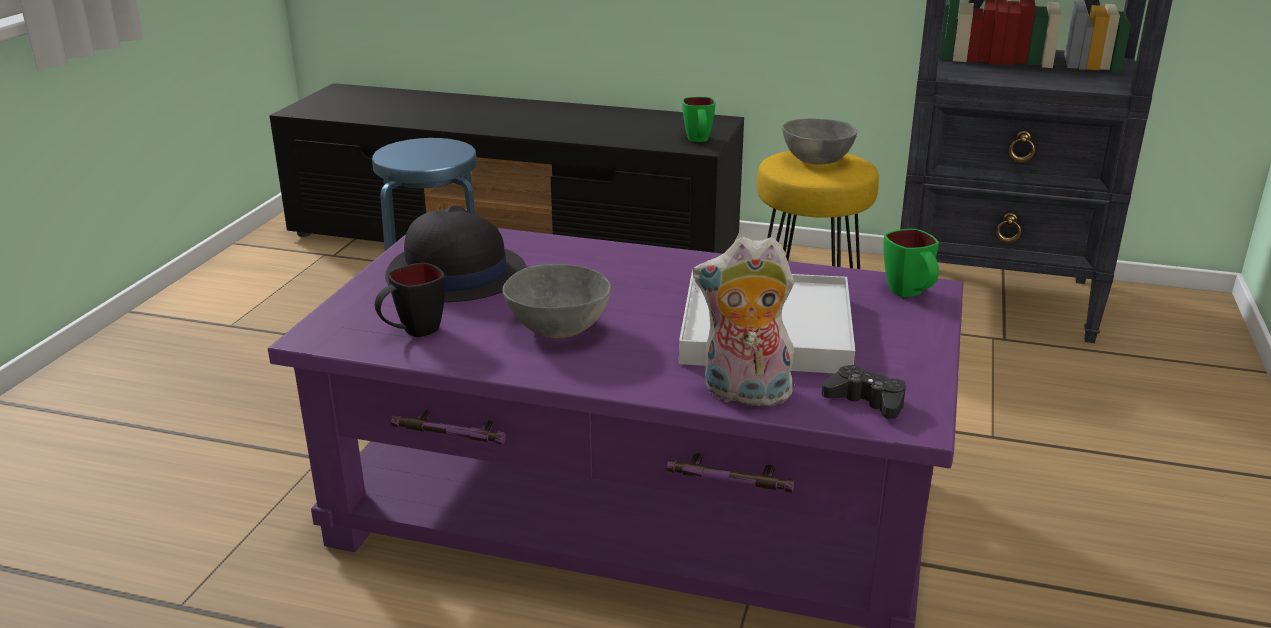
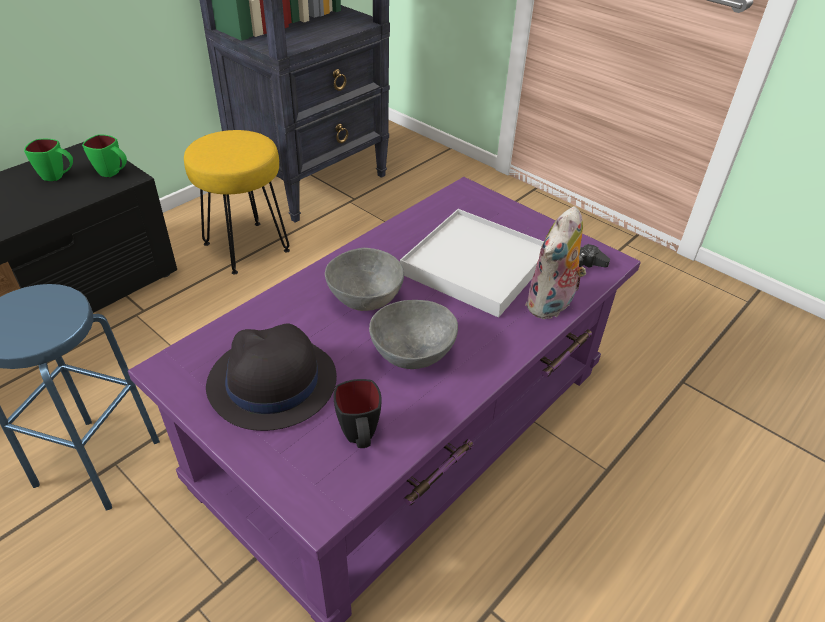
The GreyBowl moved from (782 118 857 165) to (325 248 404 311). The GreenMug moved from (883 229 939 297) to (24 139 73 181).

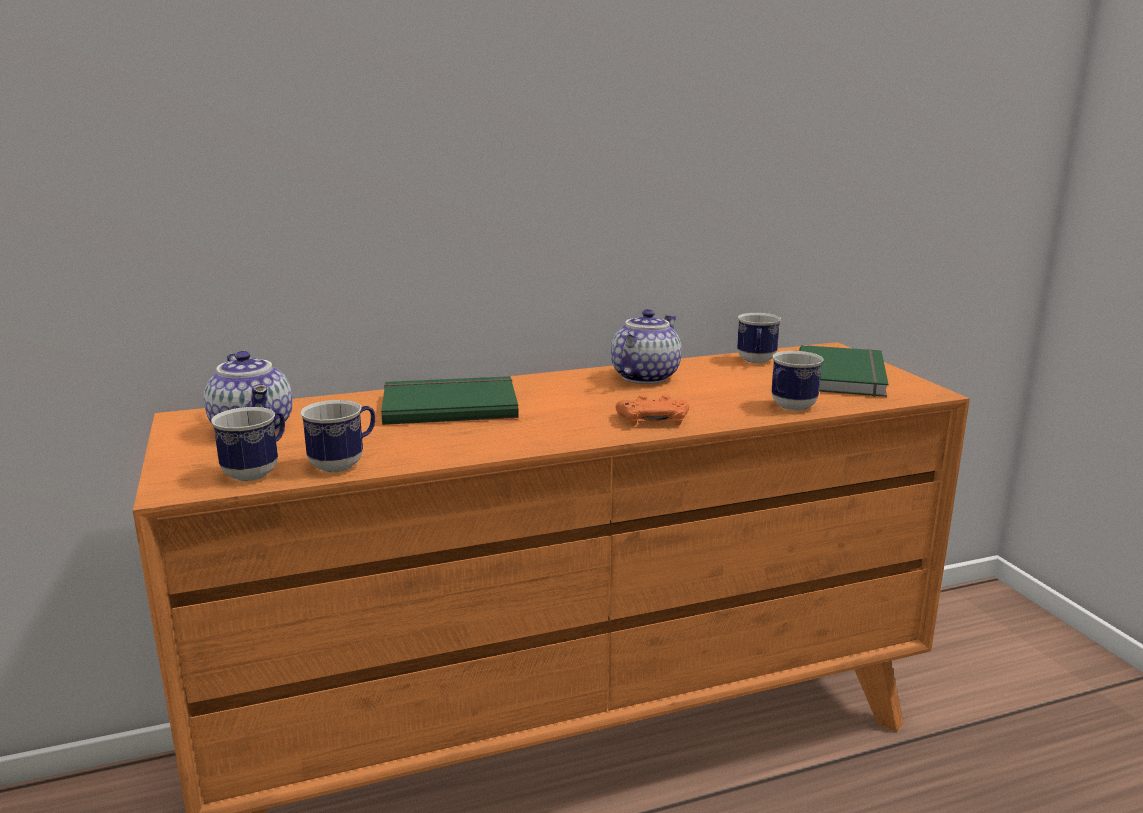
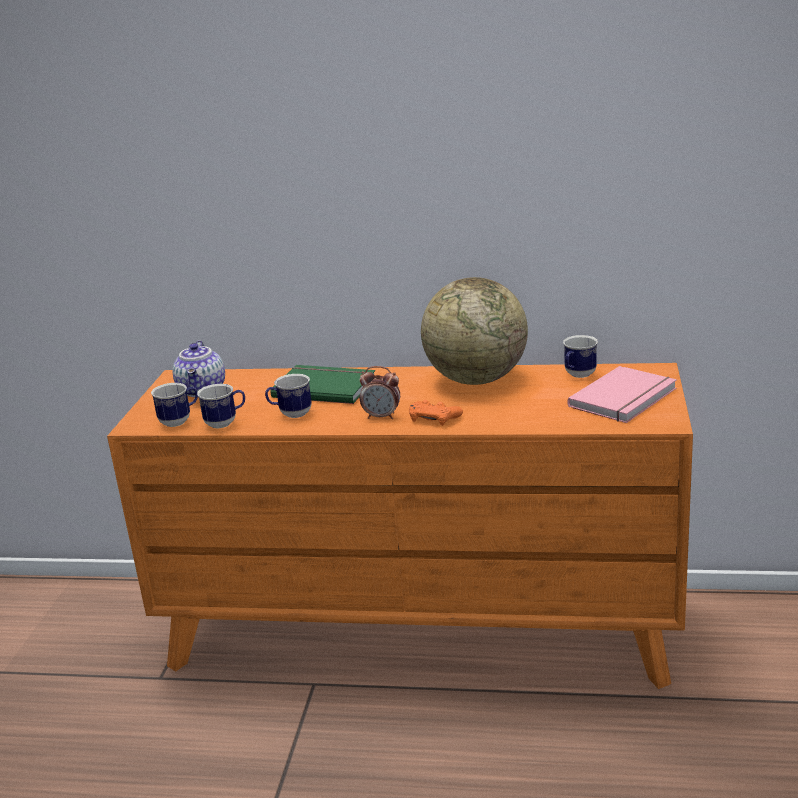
The Teapot at (611 309 682 384) was replaced by the Globe at (421 277 528 385). The Mug moved from (771 351 824 411) to (265 374 312 418). The GreenBook at (799 345 888 397) became the PinkBook at (567 366 677 423). The AlarmClock at (360 366 400 419) appeared.

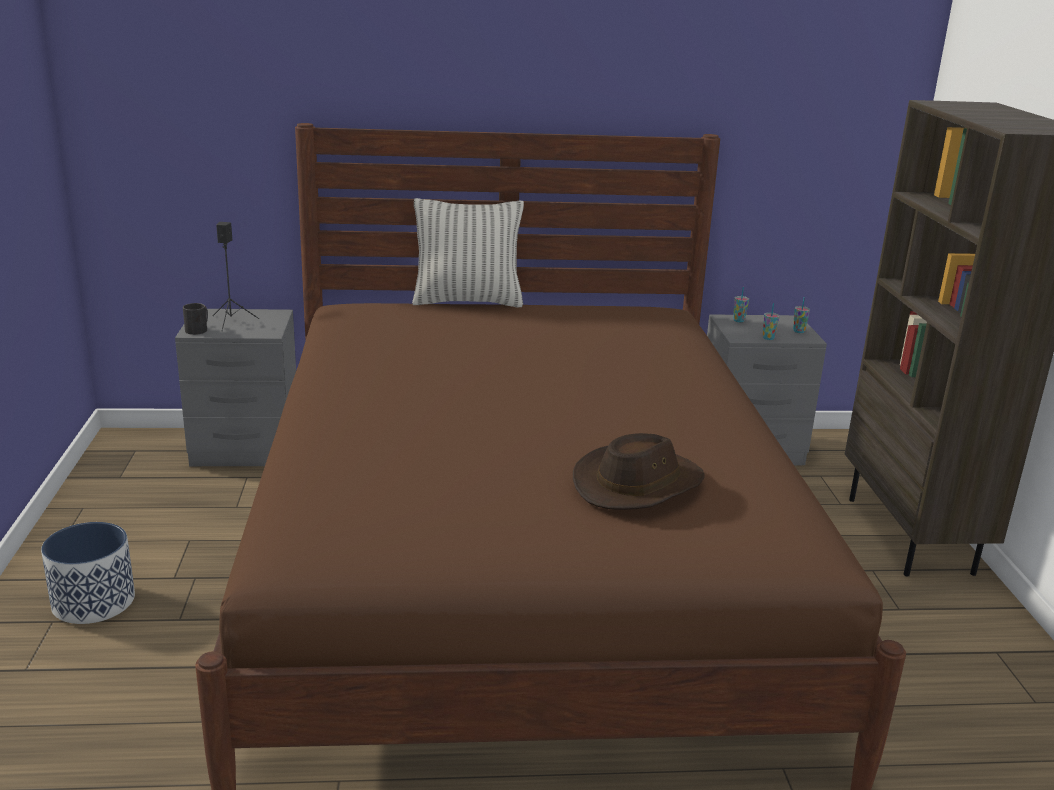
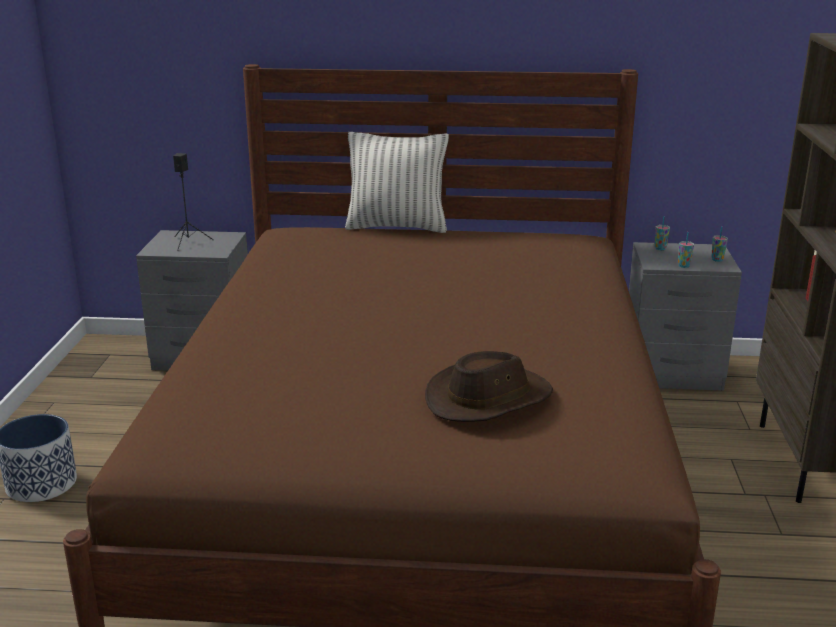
The BlackMug at (183 303 208 335) disappeared.

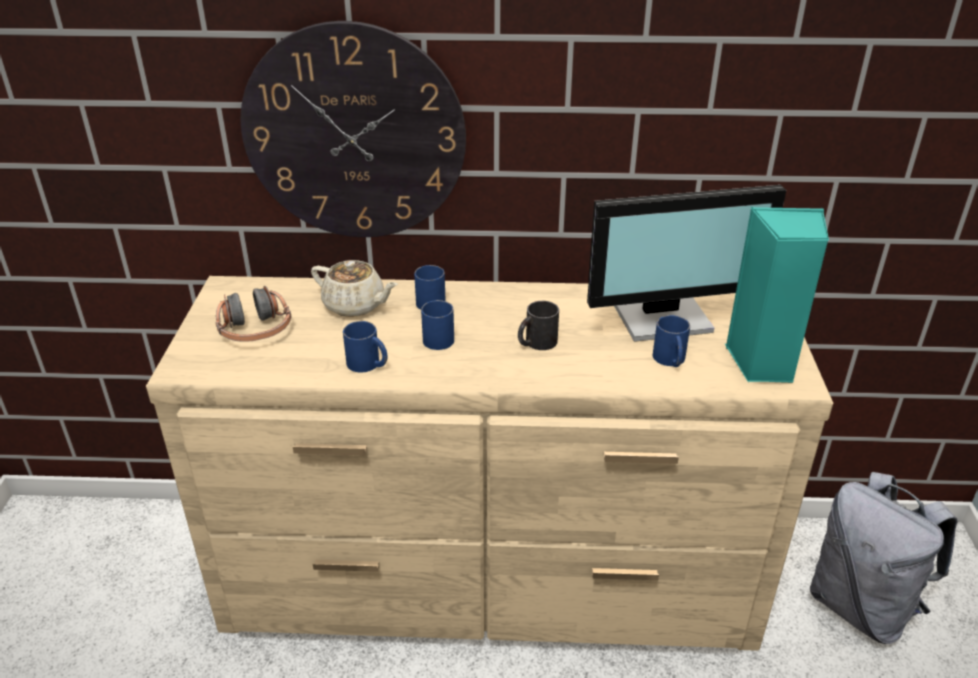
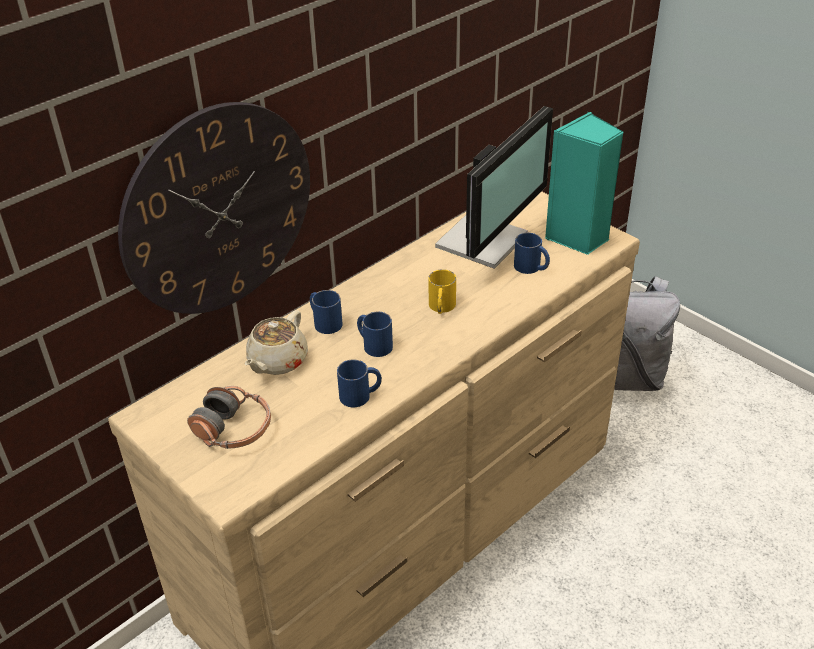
The BeigeTeapot at (311 260 398 317) turned 135 degrees clockwise. The BlackMug at (518 301 559 350) became the YellowMug at (429 269 456 314).

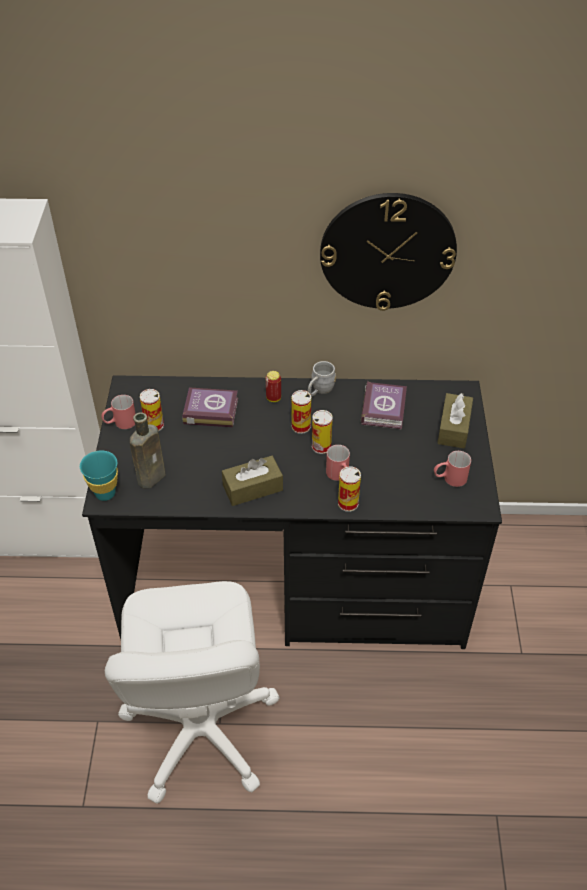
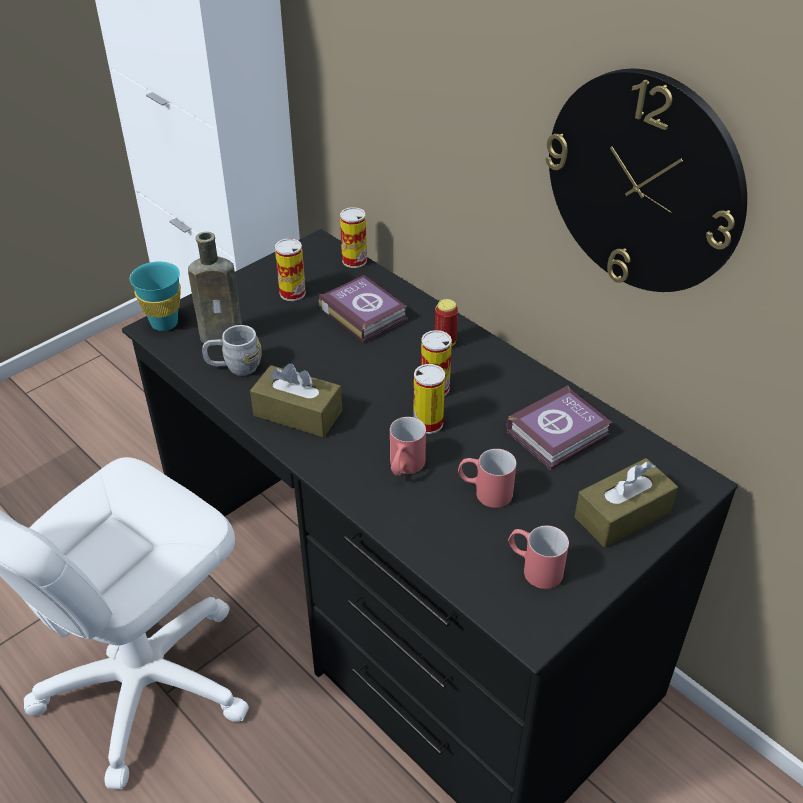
The RedMug moved from (101 395 136 429) to (458 449 516 508). The GreyMug moved from (308 361 336 396) to (202 325 261 376). The Can moved from (338 466 361 512) to (340 207 367 268).

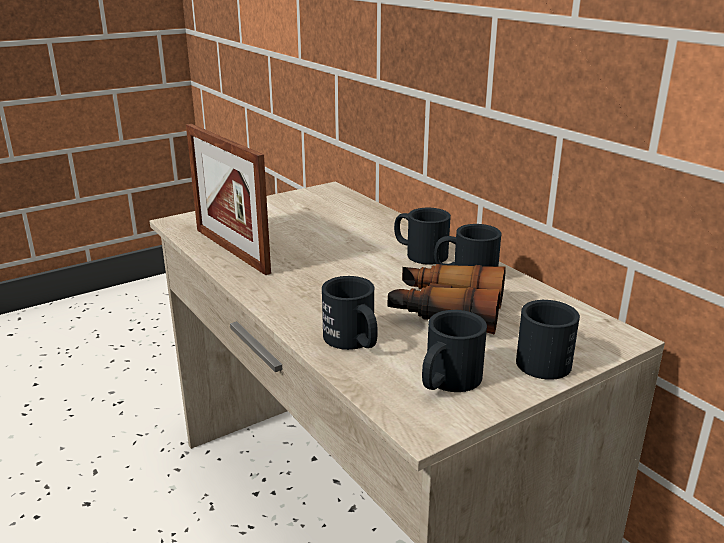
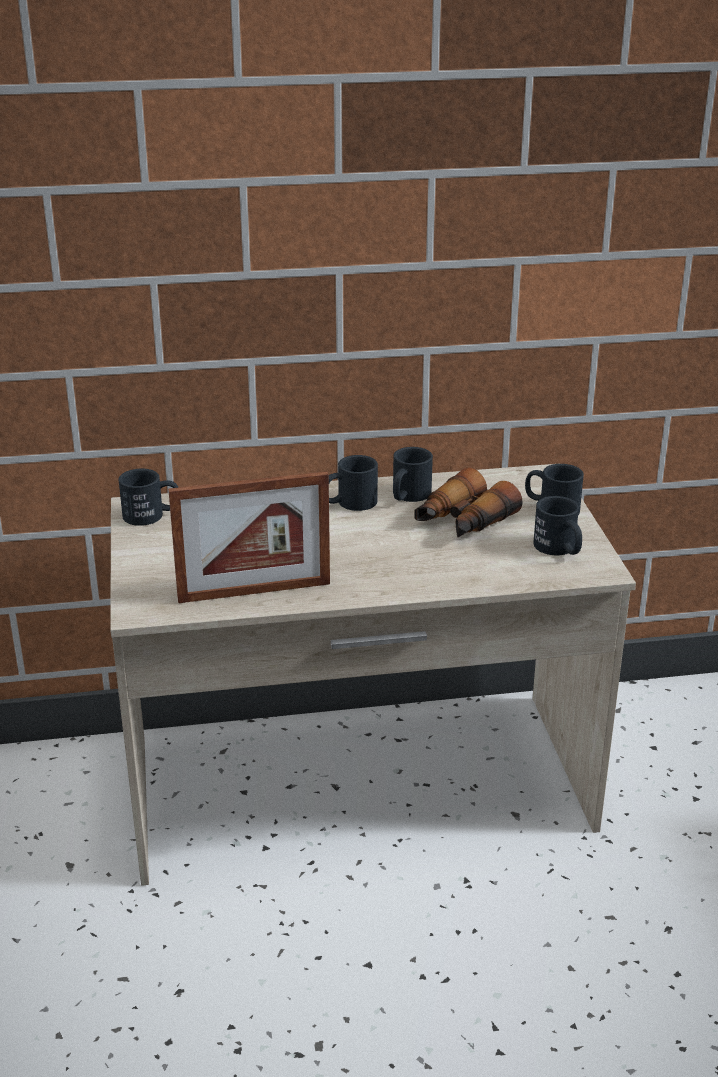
The BlackMug moved from (322 276 378 350) to (118 469 179 526).

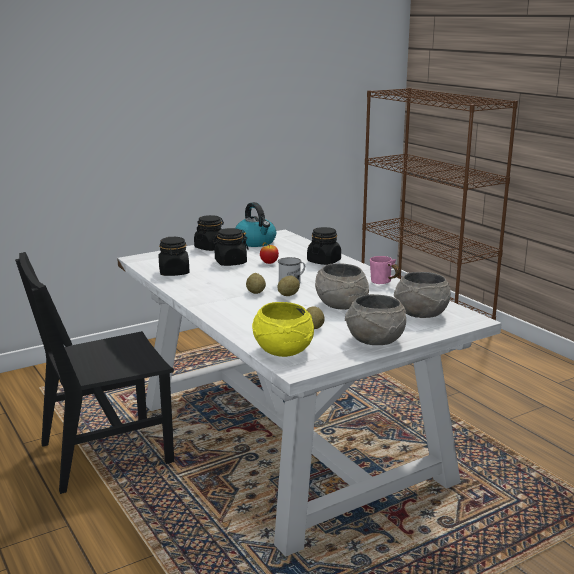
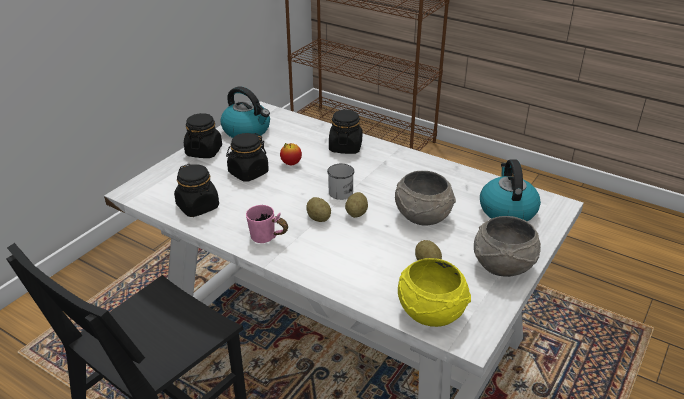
The PinkMug moved from (370 256 400 284) to (246 205 288 243). The GreyBowl at (394 272 451 318) was replaced by the Kettle at (480 159 541 221).

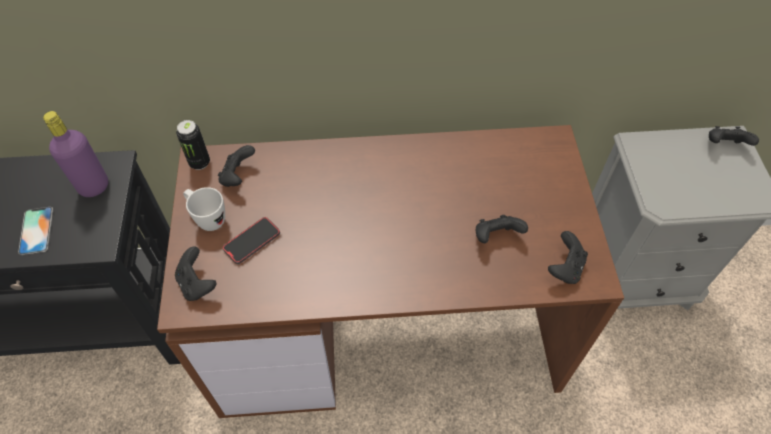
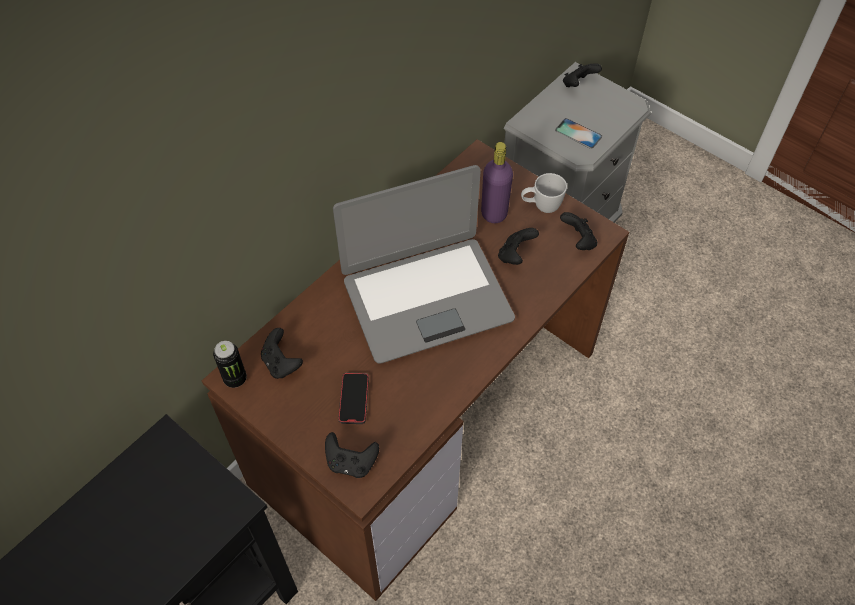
The Phone moved from (18 207 53 255) to (555 118 602 149). The PurpleBottle moved from (43 111 108 197) to (481 142 513 223). The WhiteMug moved from (183 187 225 231) to (521 173 567 213). The Laptop at (333 165 515 364) appeared.

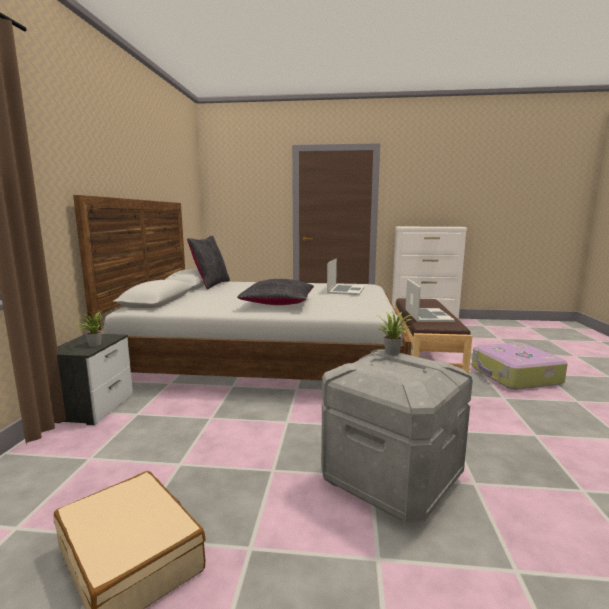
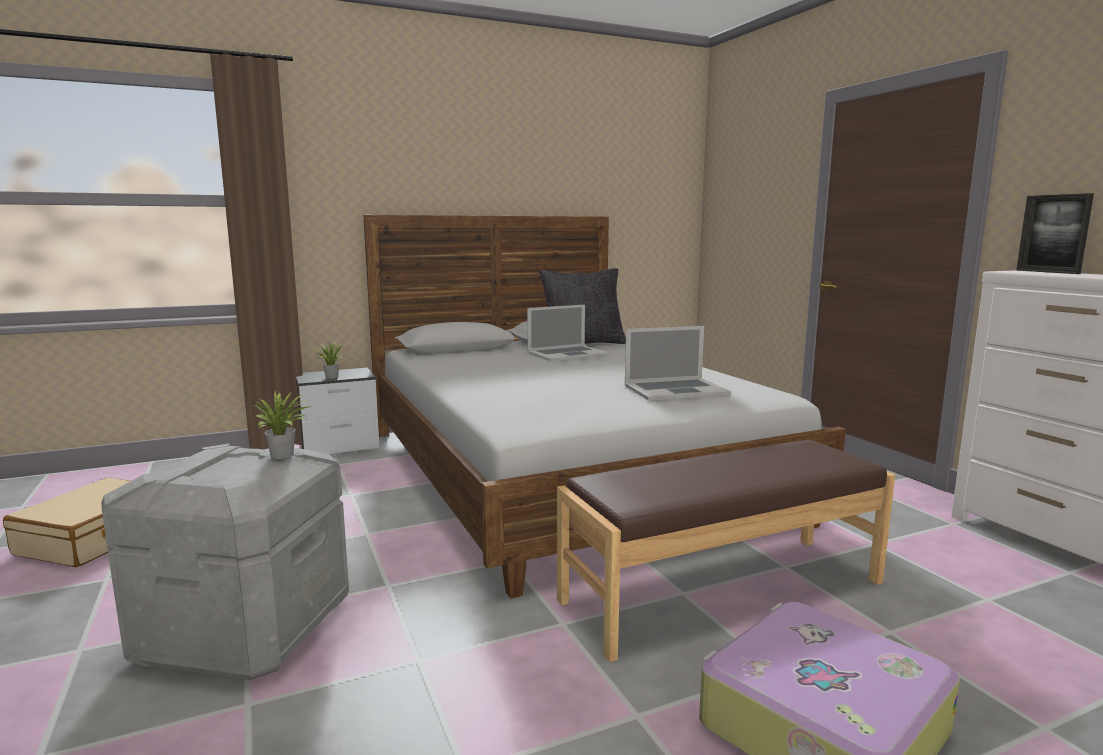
The BlackPillow at (237 279 314 305) disappeared. The Laptop moved from (405 279 455 322) to (527 304 609 361). The PictureFrame at (1016 193 1094 274) appeared.

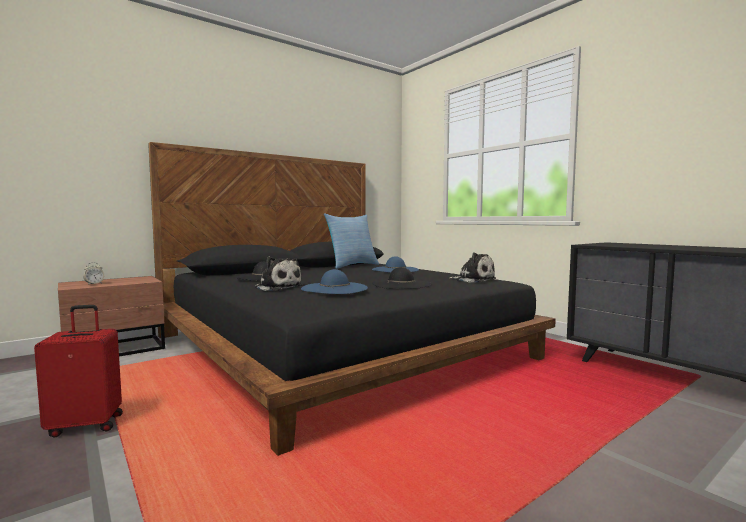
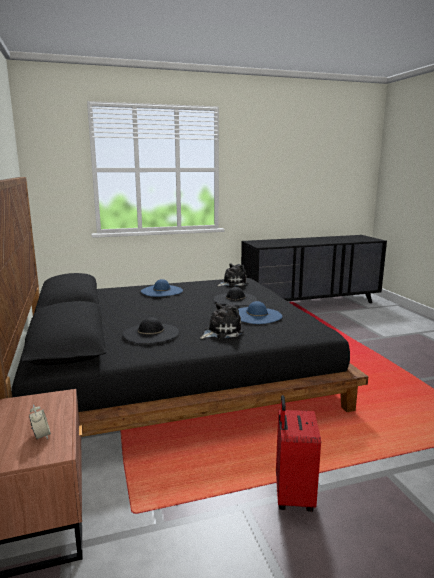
The Pillow at (324 213 379 269) disappeared.

